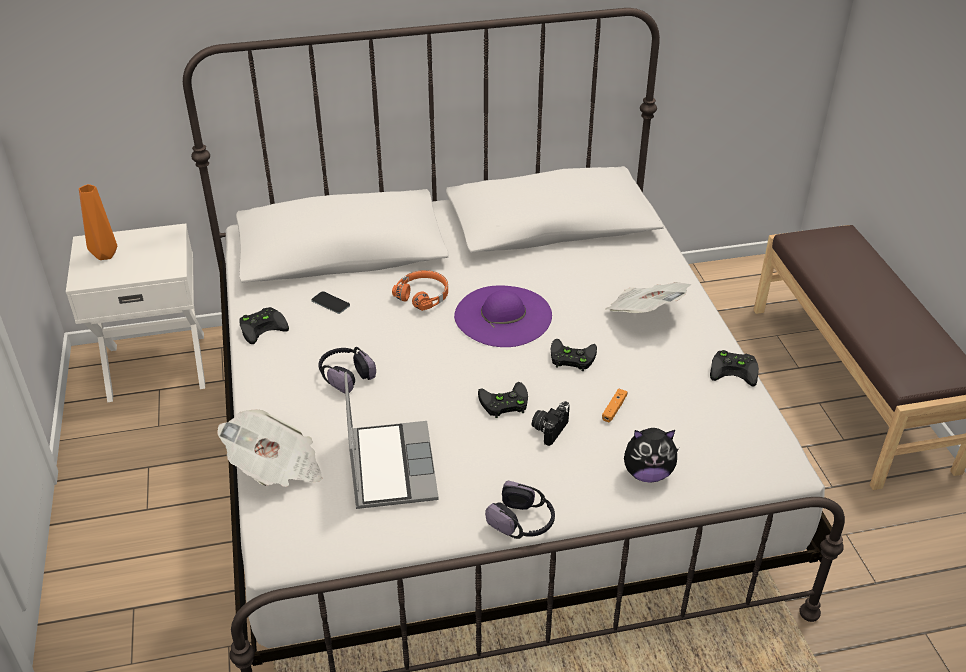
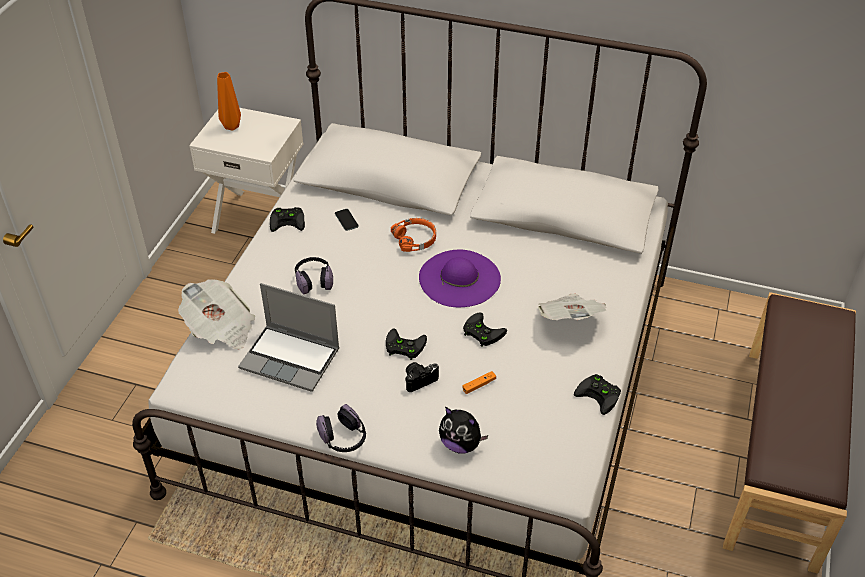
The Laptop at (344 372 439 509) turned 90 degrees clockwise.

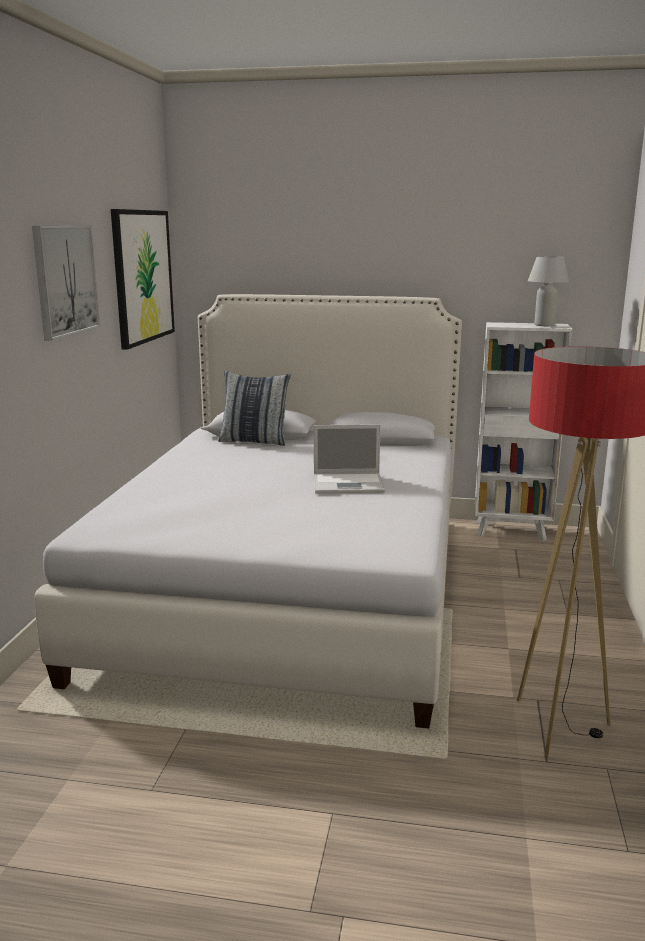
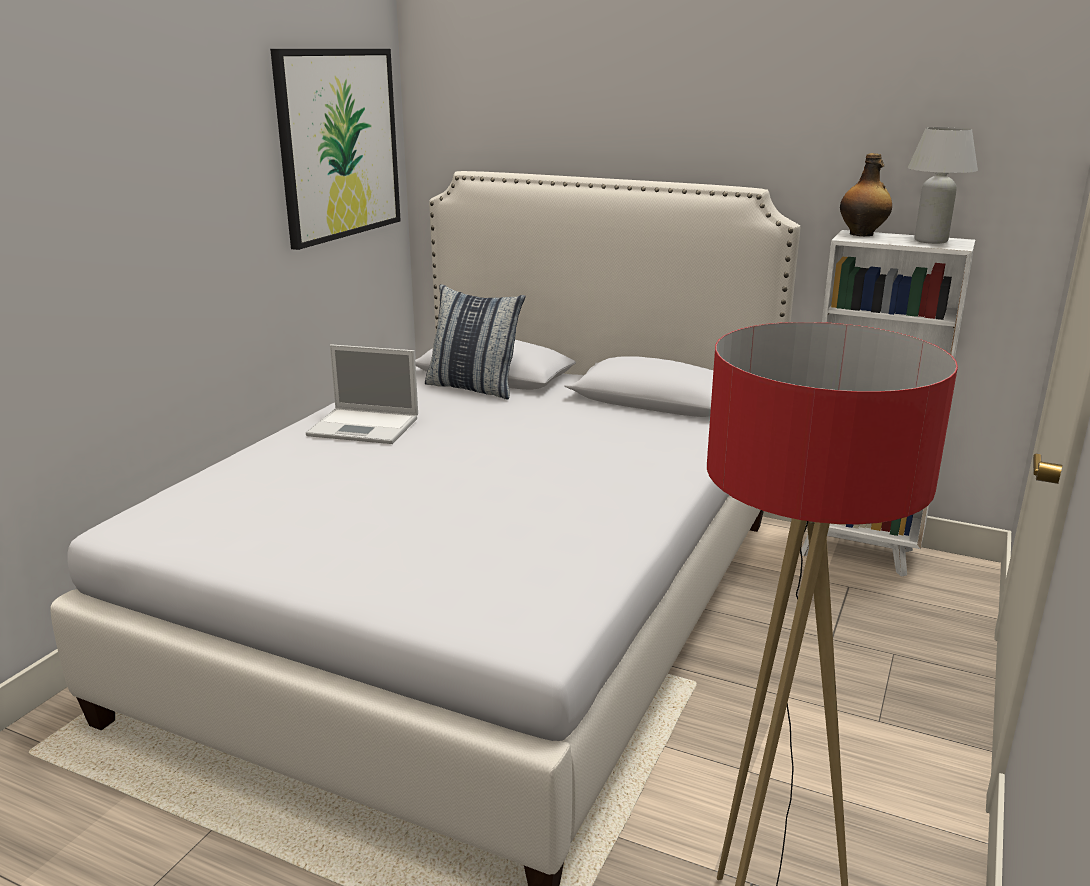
The Picture at (32 225 100 341) disappeared. The Laptop moved from (314 424 385 493) to (306 344 418 444). The Bottle at (840 153 892 236) appeared.

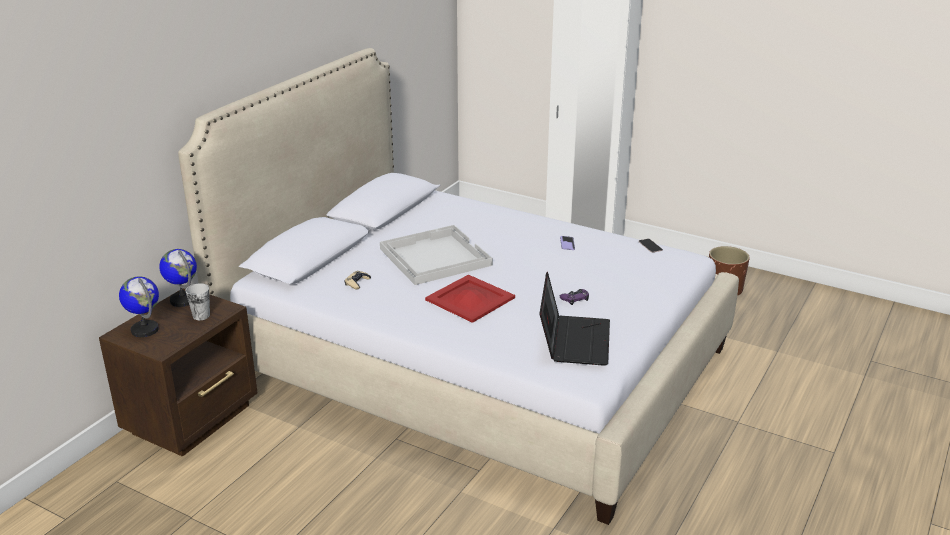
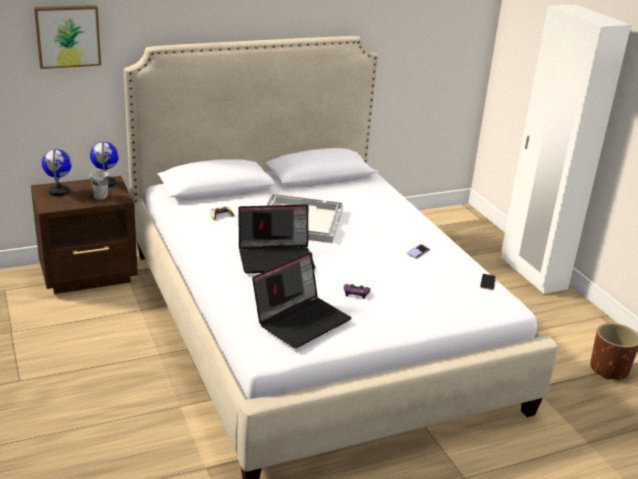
The RedTray at (425 275 515 323) was replaced by the Laptop at (238 204 315 274). The Picture at (34 5 101 69) appeared.

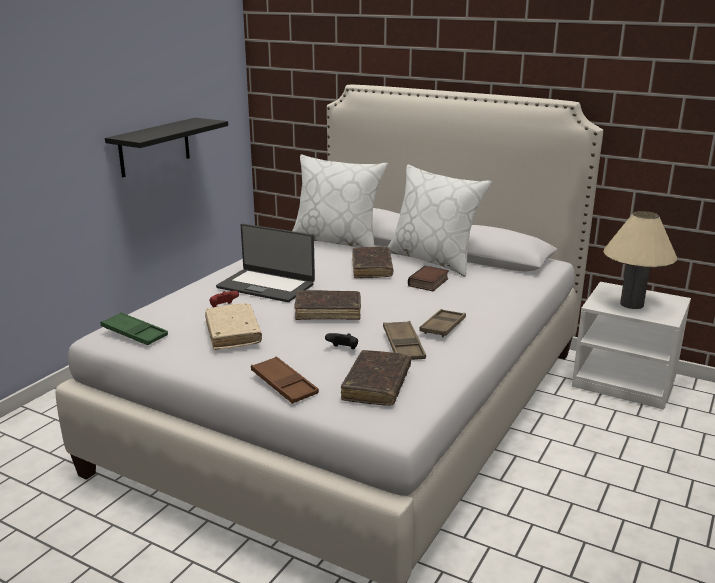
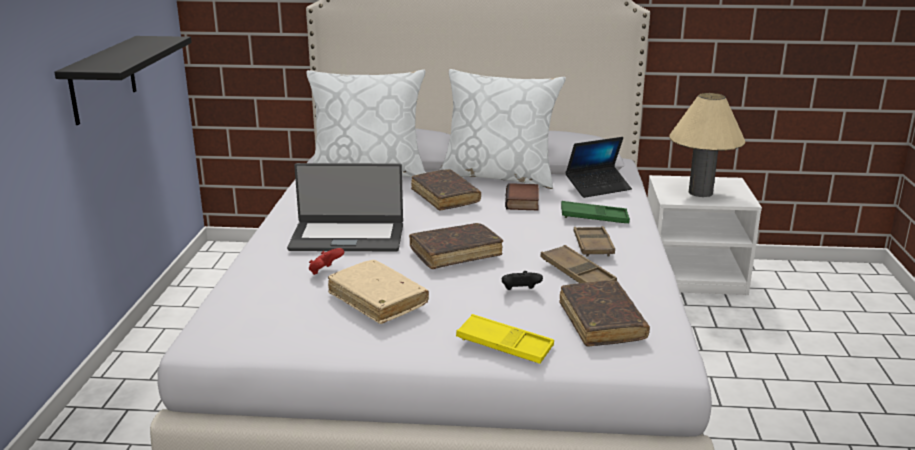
The GreenTray moved from (100 312 168 345) to (561 201 630 223). The BrownTray at (251 356 319 404) became the YellowTray at (456 314 554 364). The Laptop at (565 137 632 198) appeared.

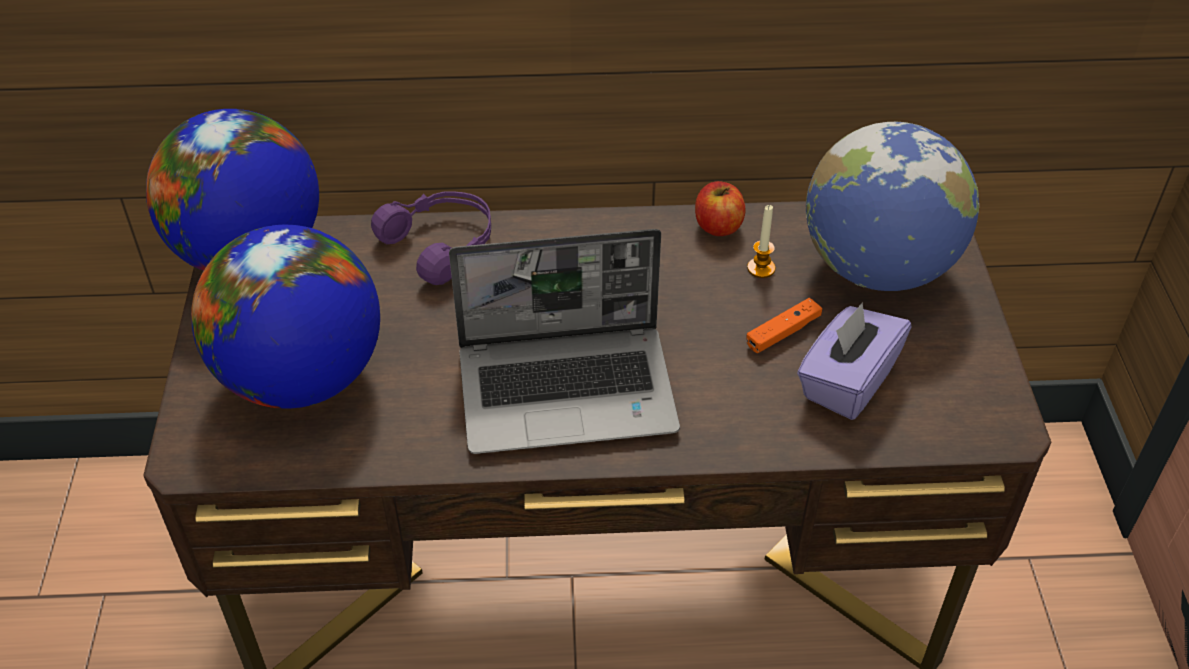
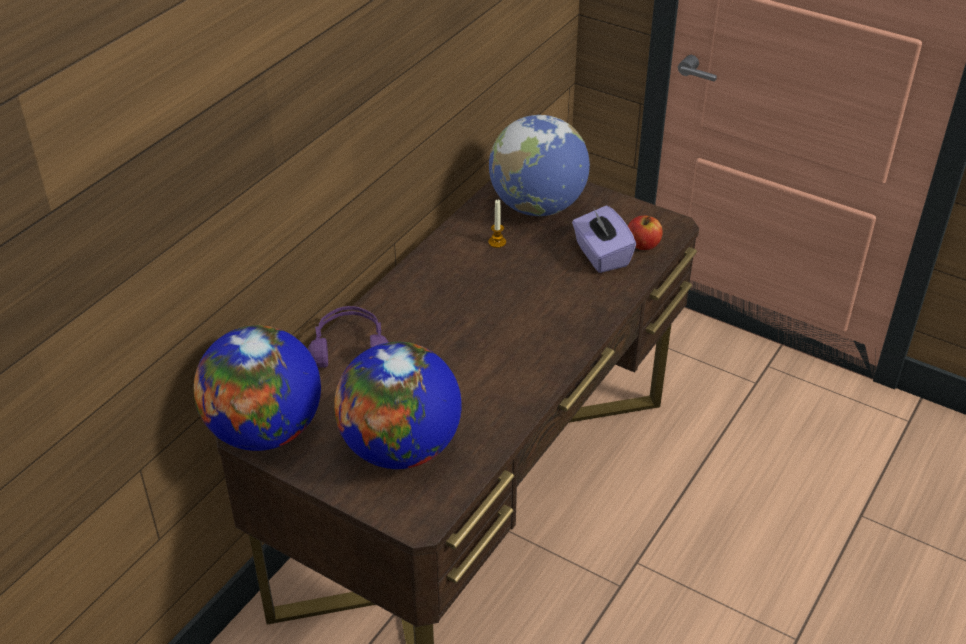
The Laptop at (449 229 680 454) disappeared. The Apple moved from (695 181 746 236) to (628 216 663 250). The OrangeGameController at (746 298 822 353) disappeared.

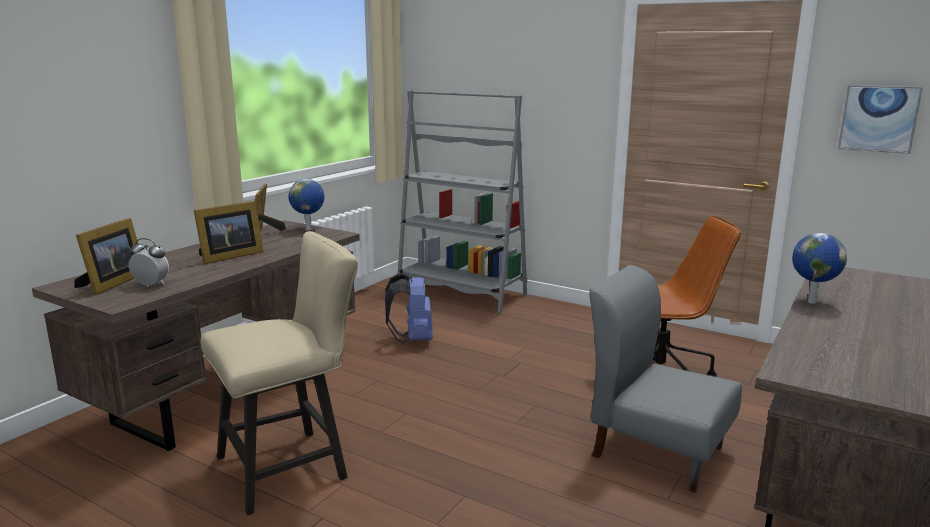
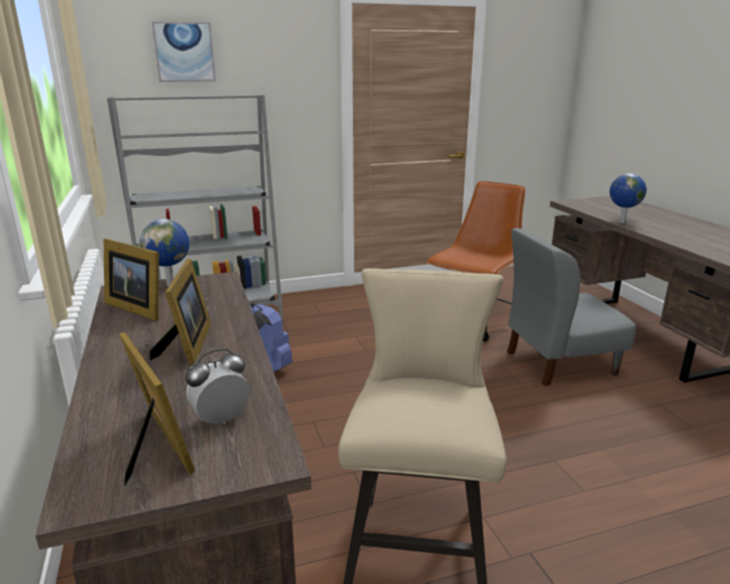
The Picture moved from (838 85 923 154) to (152 22 215 82).

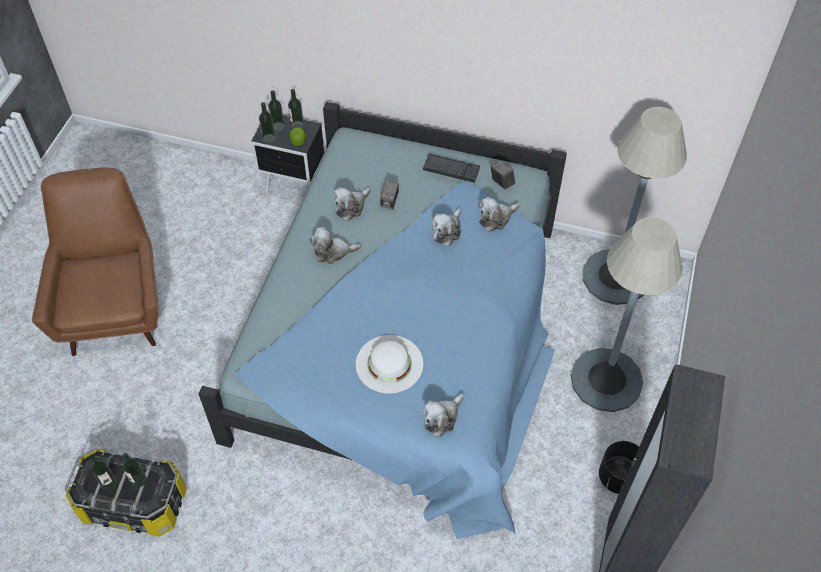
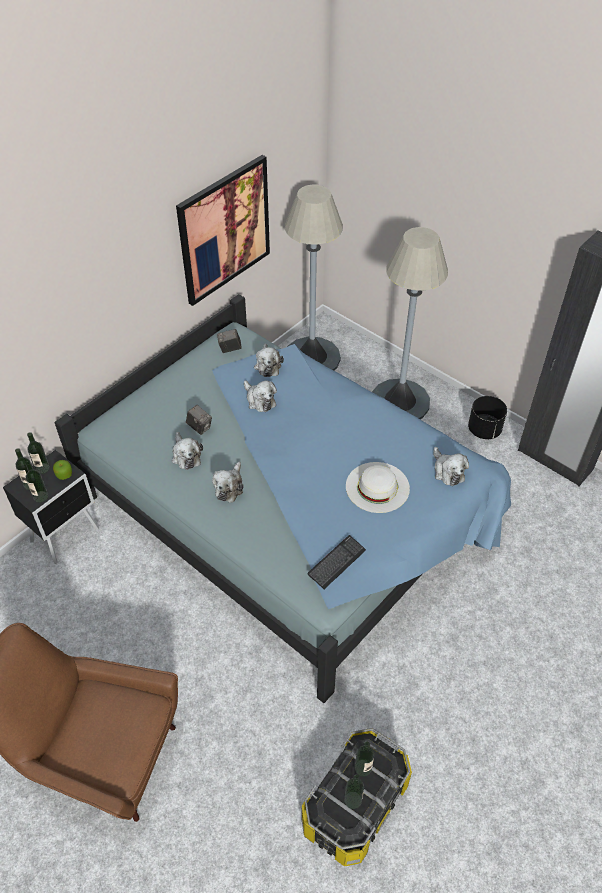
The Keyboard moved from (423 154 480 183) to (307 535 366 589). The Picture at (176 155 270 306) appeared.

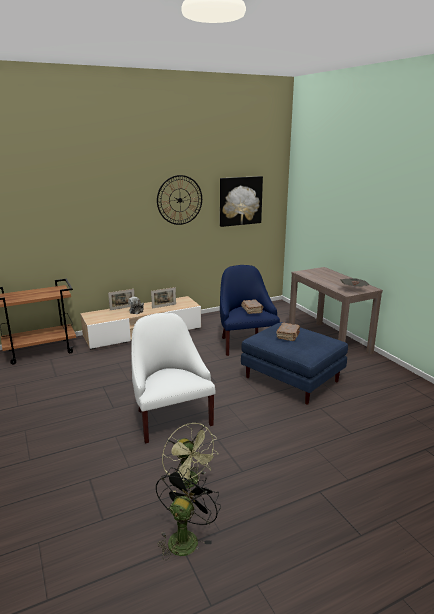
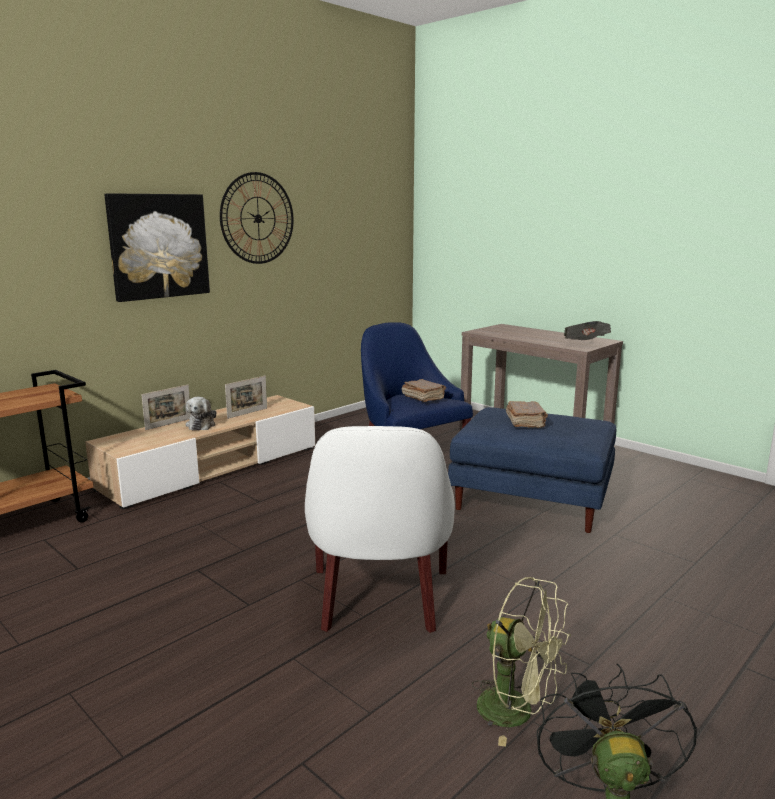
The WhiteArmchair at (131 313 216 444) turned 135 degrees counterclockwise. The Picture moved from (220 176 263 227) to (104 193 210 302).

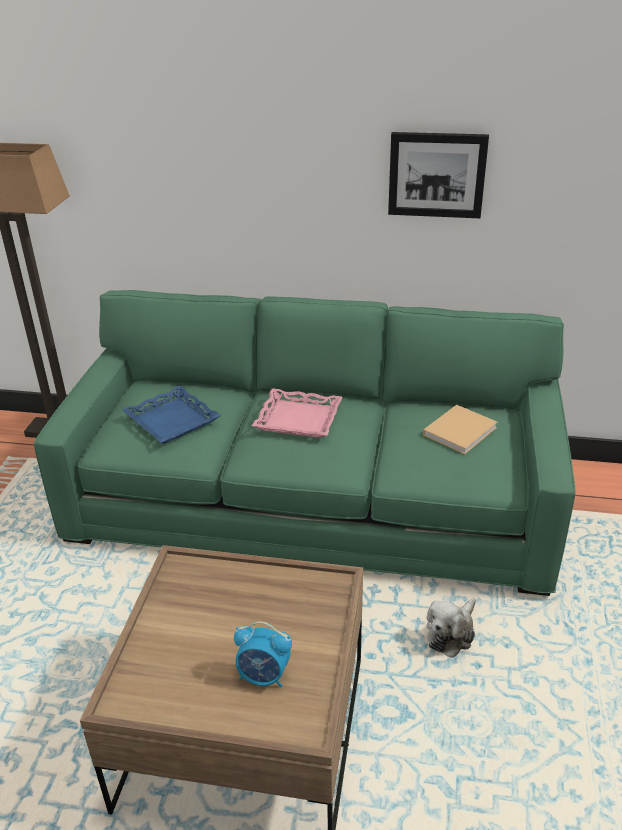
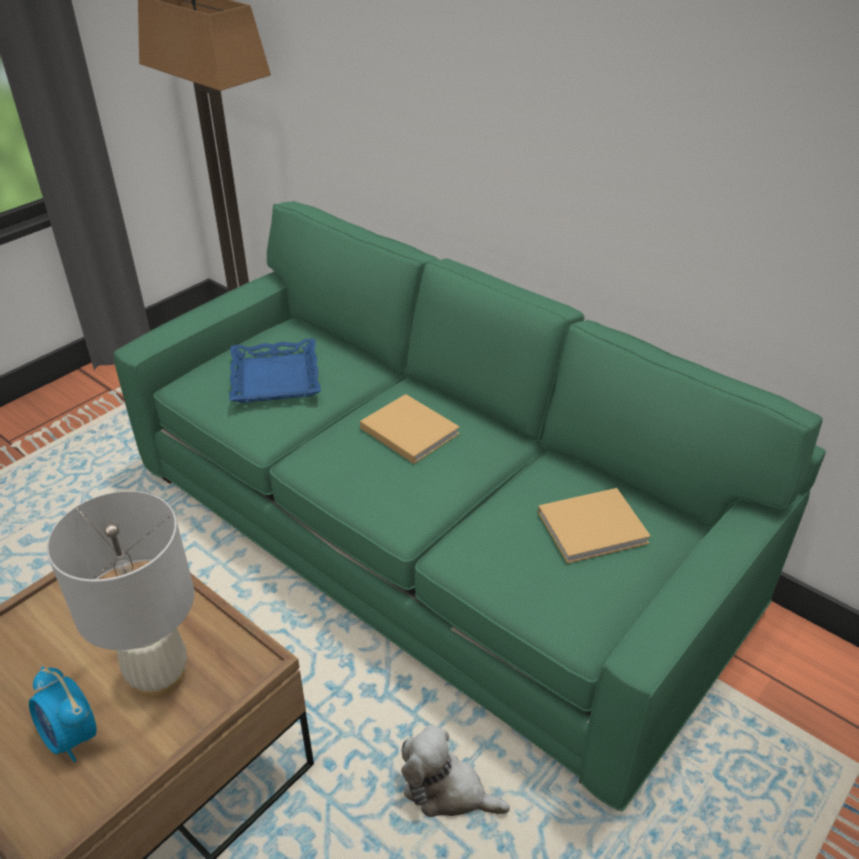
The PinkTray at (252 388 342 438) was replaced by the BeigeBook at (360 394 460 464). The Picture at (388 132 489 218) disappeared. The PlushToy at (427 598 476 657) turned 45 degrees clockwise. The WhiteTableLamp at (47 491 194 698) appeared.

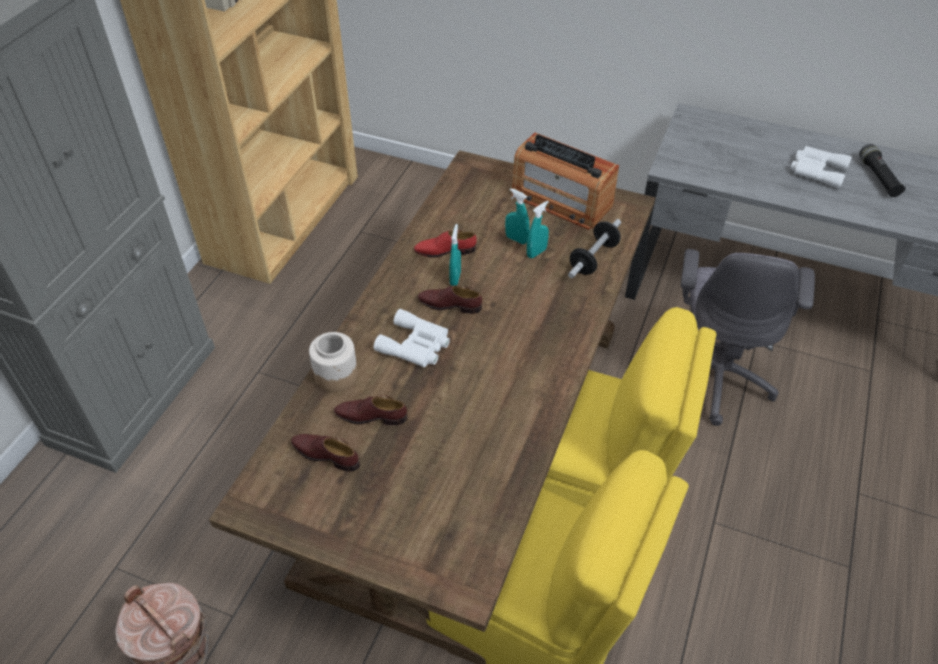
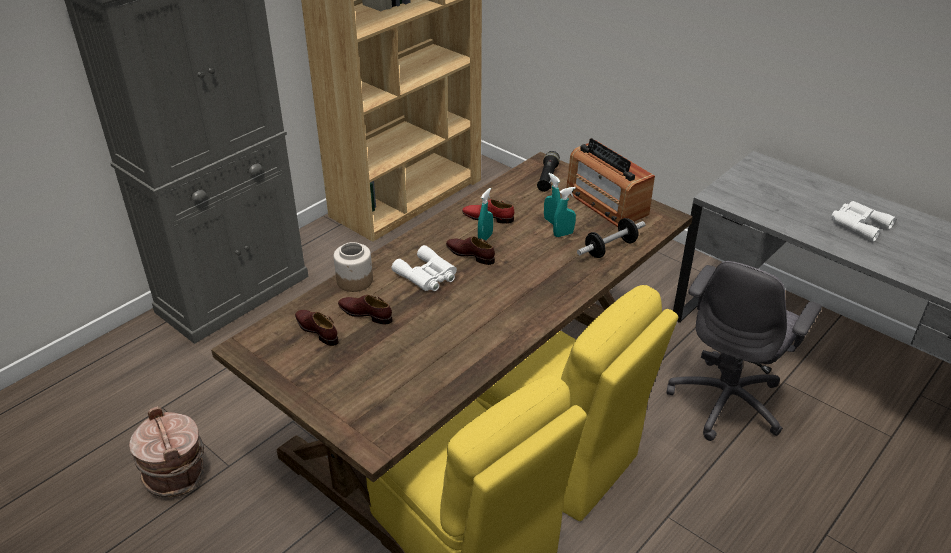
The BlackFlashlight moved from (859 144 906 197) to (537 151 560 192).

